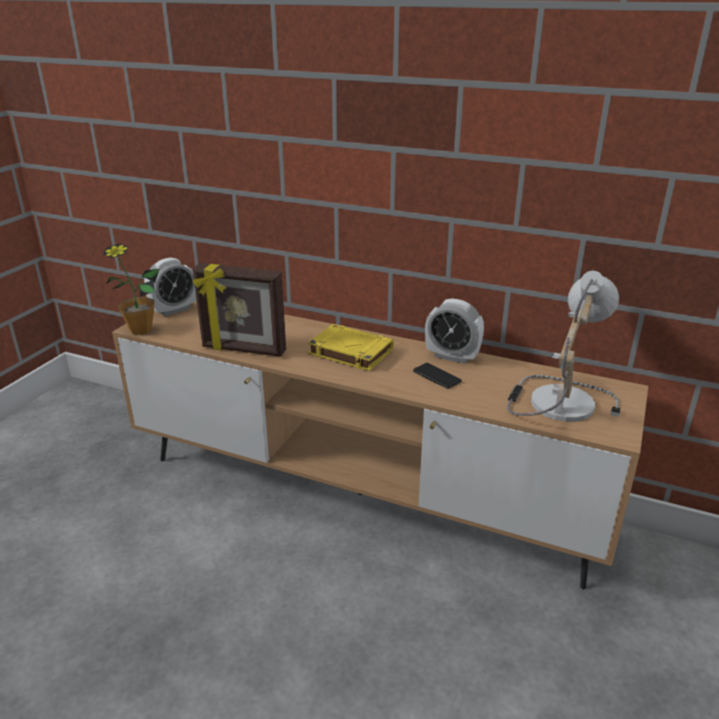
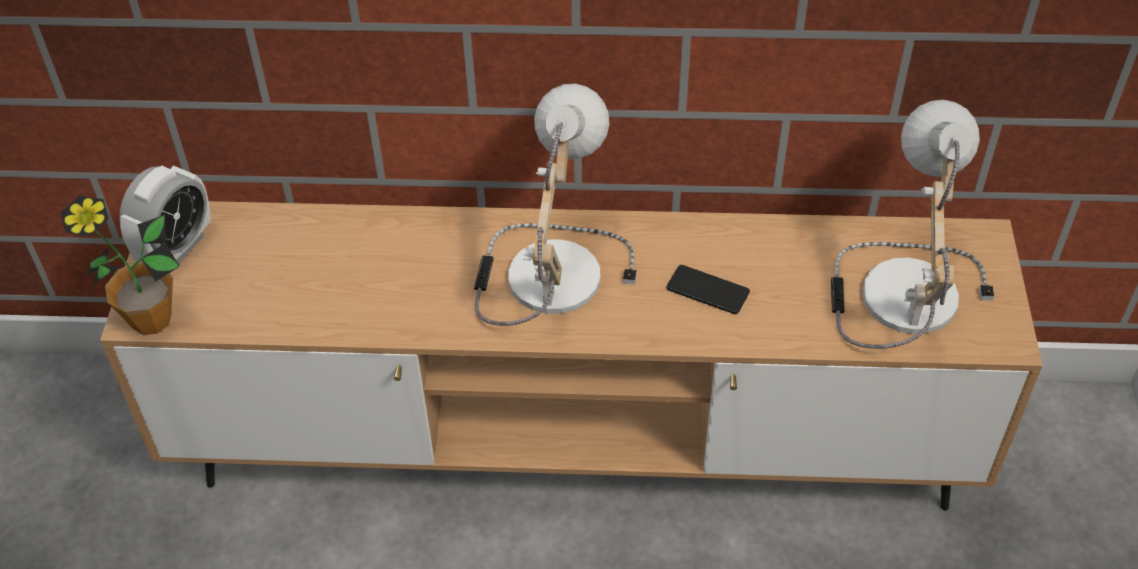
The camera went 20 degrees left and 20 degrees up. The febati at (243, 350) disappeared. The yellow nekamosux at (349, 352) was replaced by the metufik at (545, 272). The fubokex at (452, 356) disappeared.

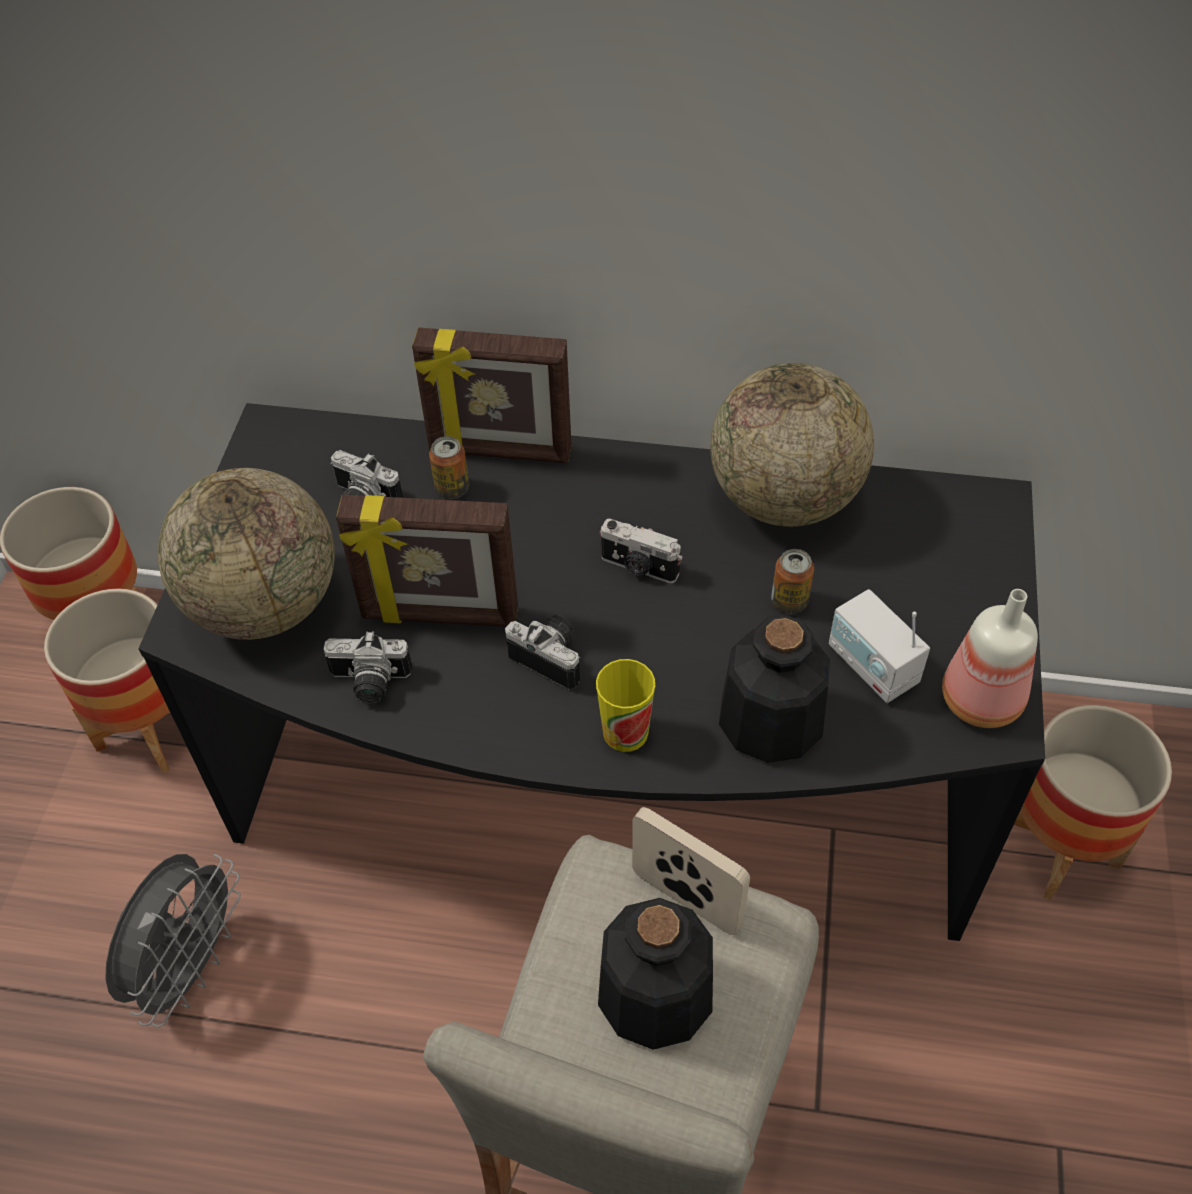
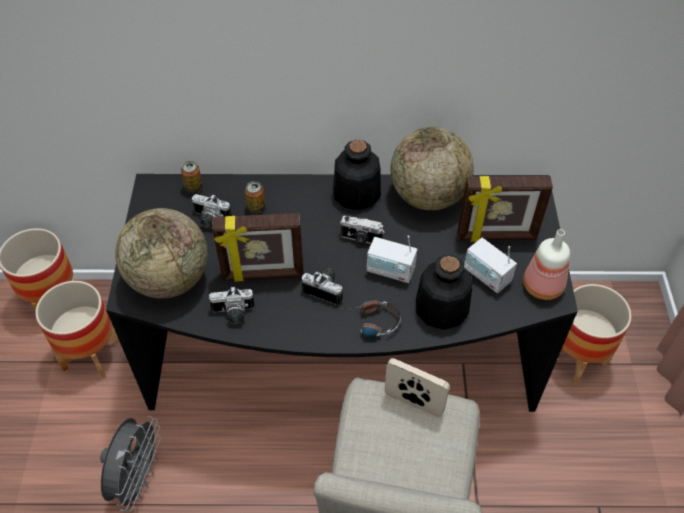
The camera went 10 degrees left and 0 degrees up. The febati moved from (500, 452) to (496, 236). The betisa at (625, 732) was replaced by the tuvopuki at (370, 323). The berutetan moved from (655, 994) to (356, 194). The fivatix moved from (789, 601) to (194, 188). The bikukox at (390, 271) appeared.

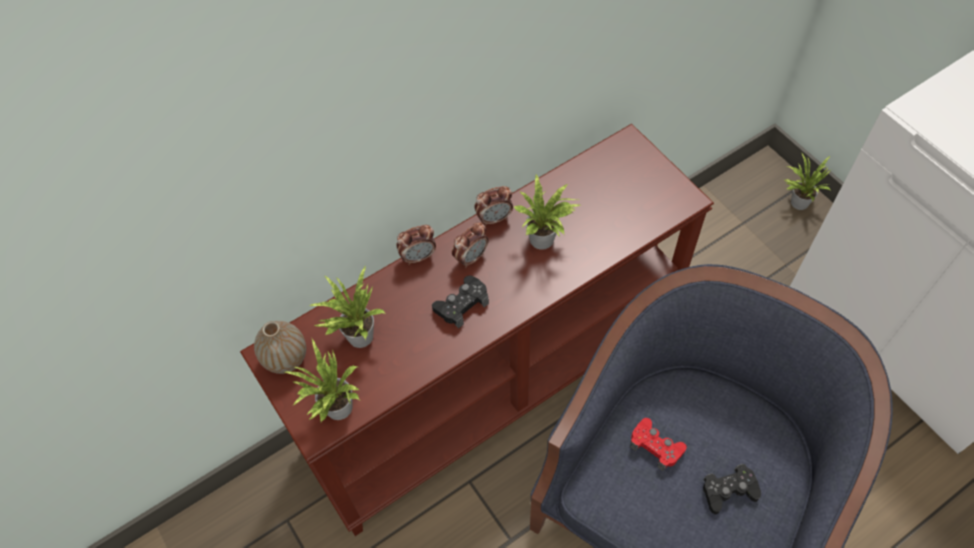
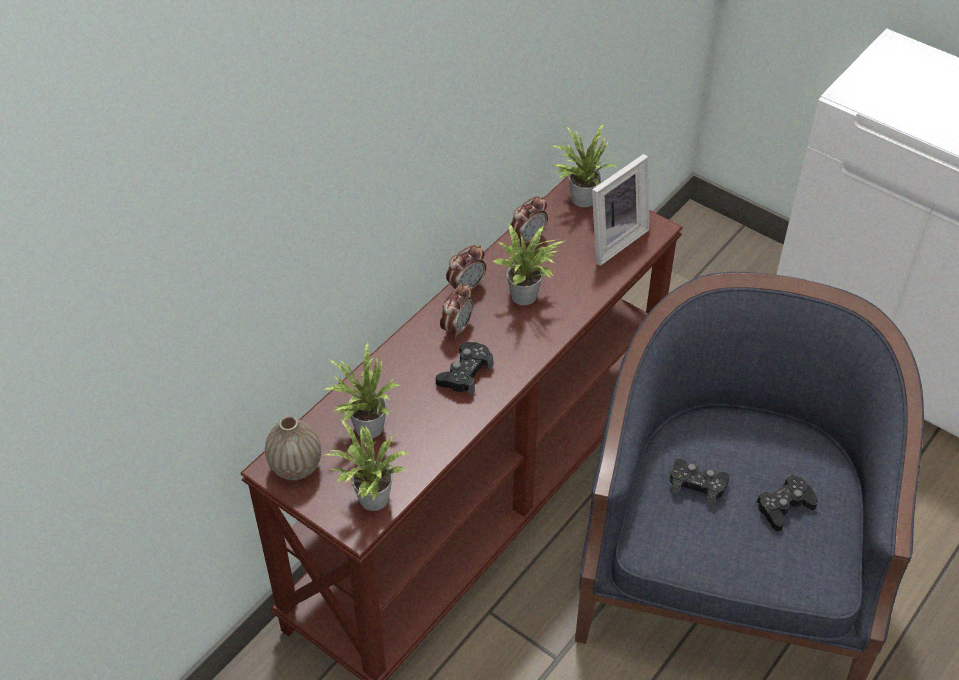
The camera went 20 degrees left and 10 degrees down. The fubokex moved from (418, 257) to (528, 238). The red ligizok at (656, 446) became the black ligizok at (697, 485). The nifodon moved from (797, 201) to (580, 198). The febati at (612, 239) appeared.

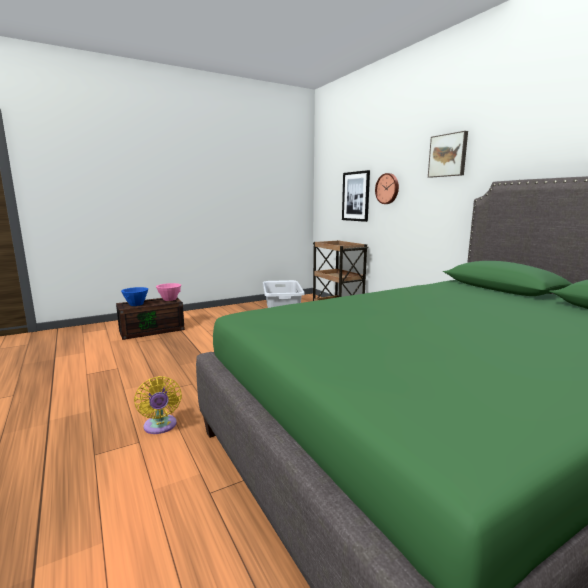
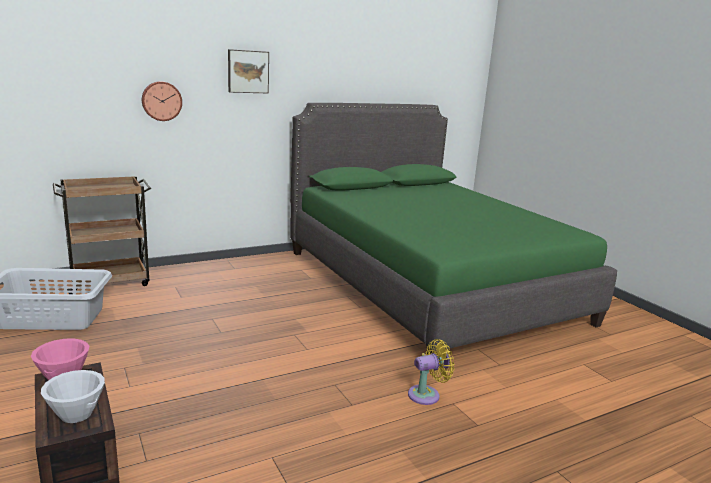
The camera went 90 degrees left and 5 degrees up. The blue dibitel at (136, 304) became the white dibitel at (77, 414). The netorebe at (356, 196) disappeared.

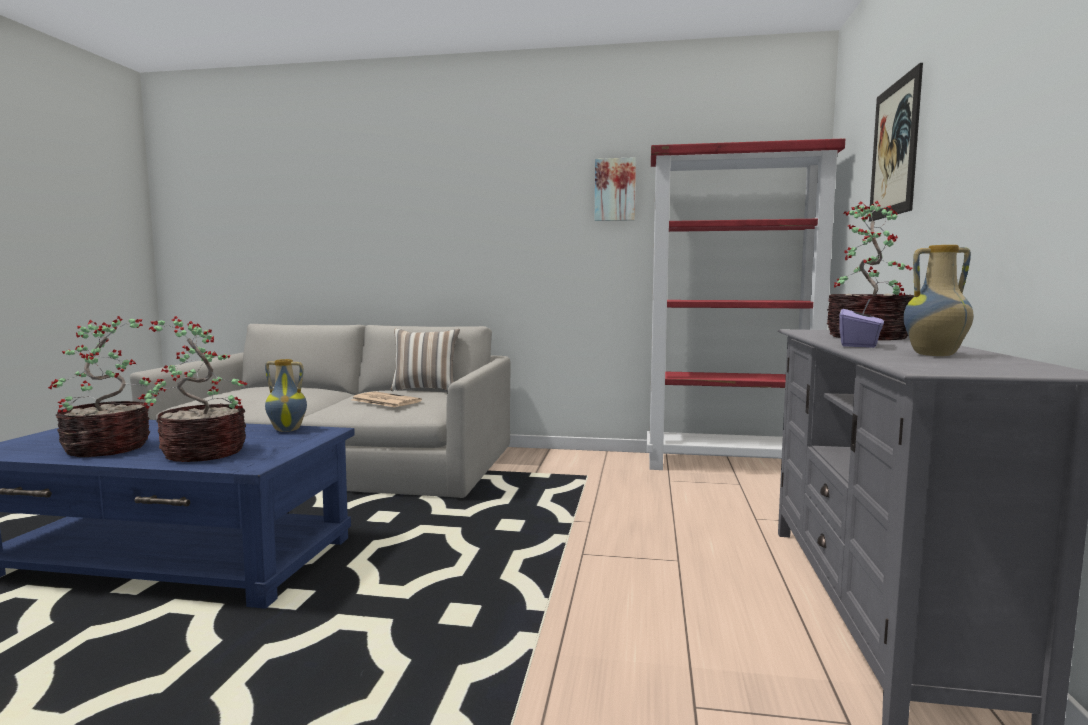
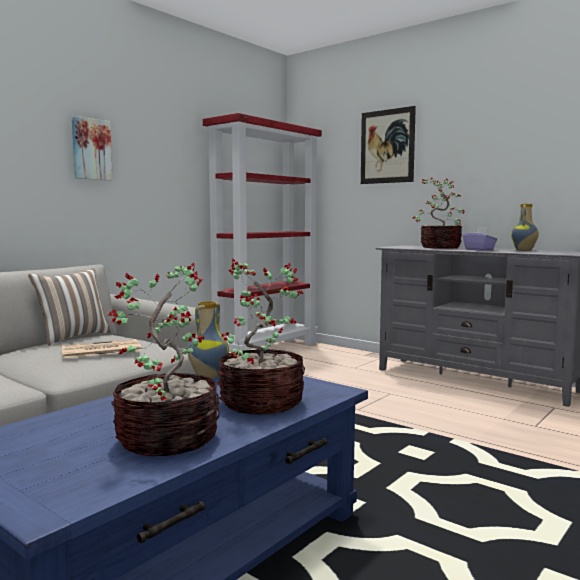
The camera went 60 degrees left and 0 degrees up. The netorebe moved from (615, 190) to (91, 149).

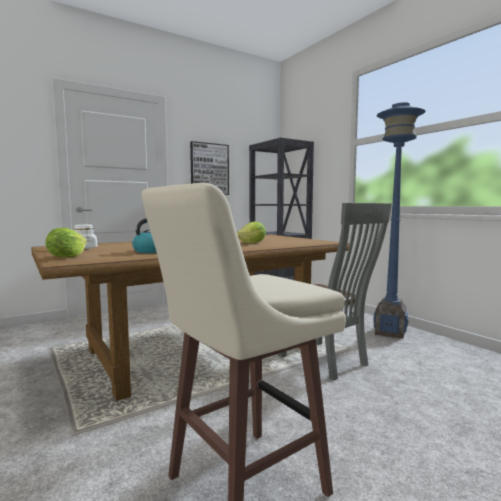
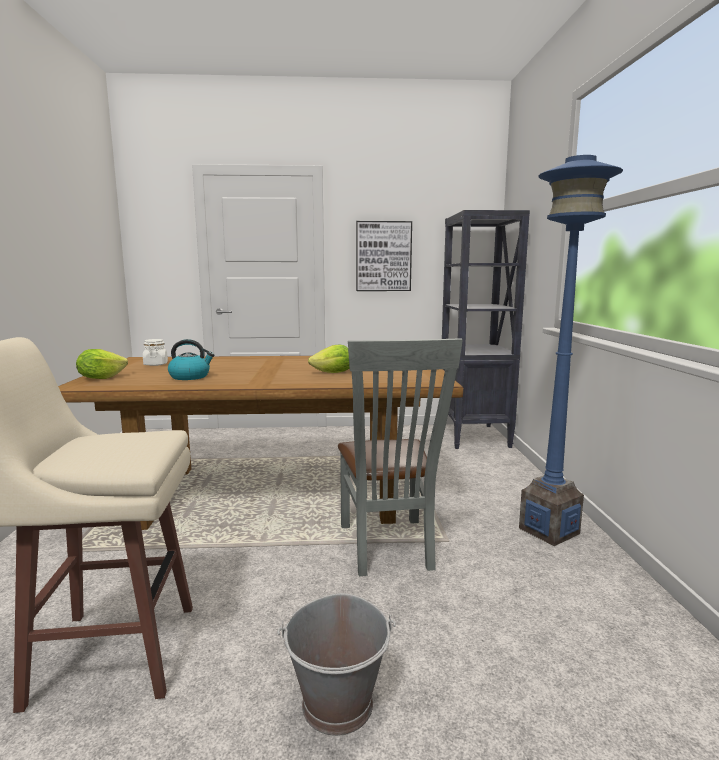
The camera went 30 degrees right and 5 degrees up. The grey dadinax at (338, 704) appeared.

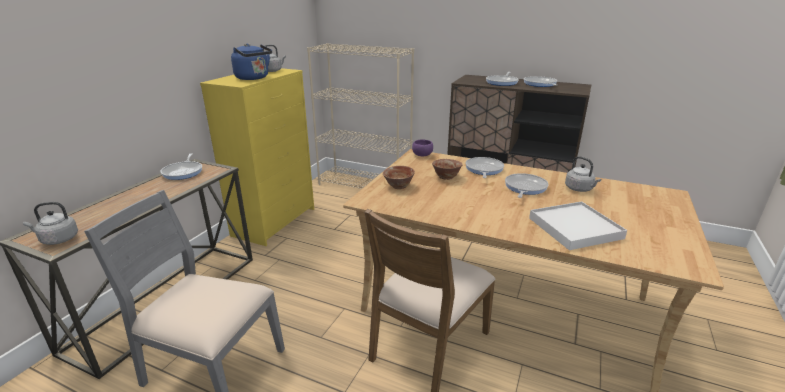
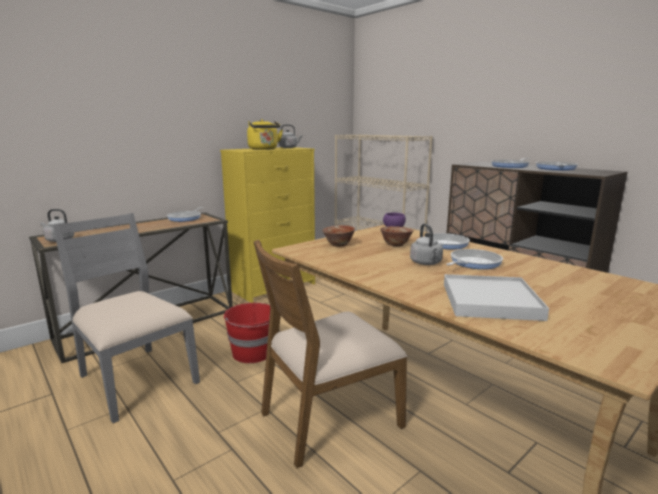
The camera went 25 degrees right and 10 degrees down. The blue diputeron at (254, 78) became the yellow diputeron at (264, 149). The grey diputeron moved from (580, 189) to (426, 263). The red dadinax at (253, 353) appeared.

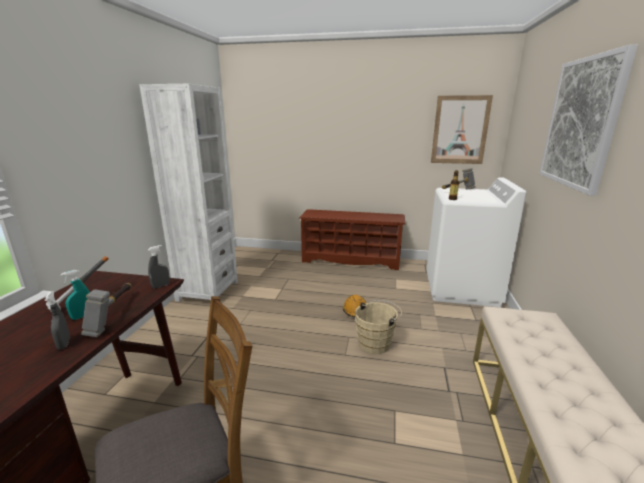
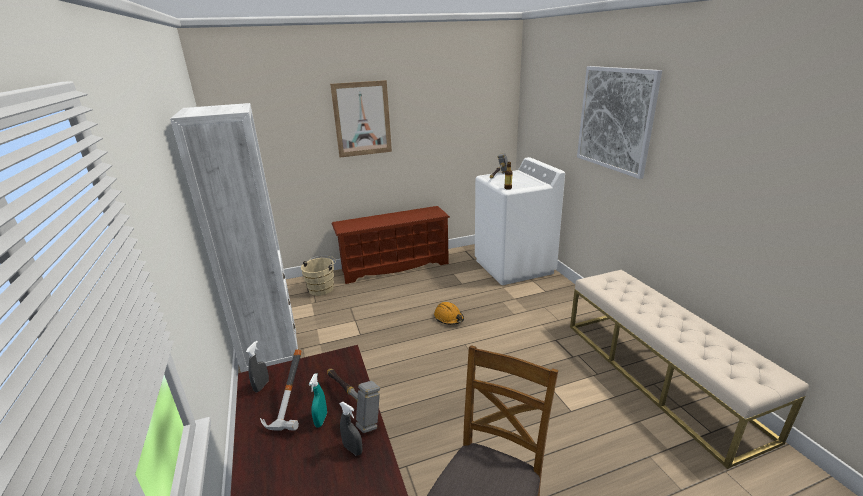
The camera went 30 degrees left and 5 degrees up. The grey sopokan moved from (161, 286) to (261, 386). The beige dadinax moved from (376, 343) to (322, 288). The netorebe moved from (460, 130) to (362, 119).

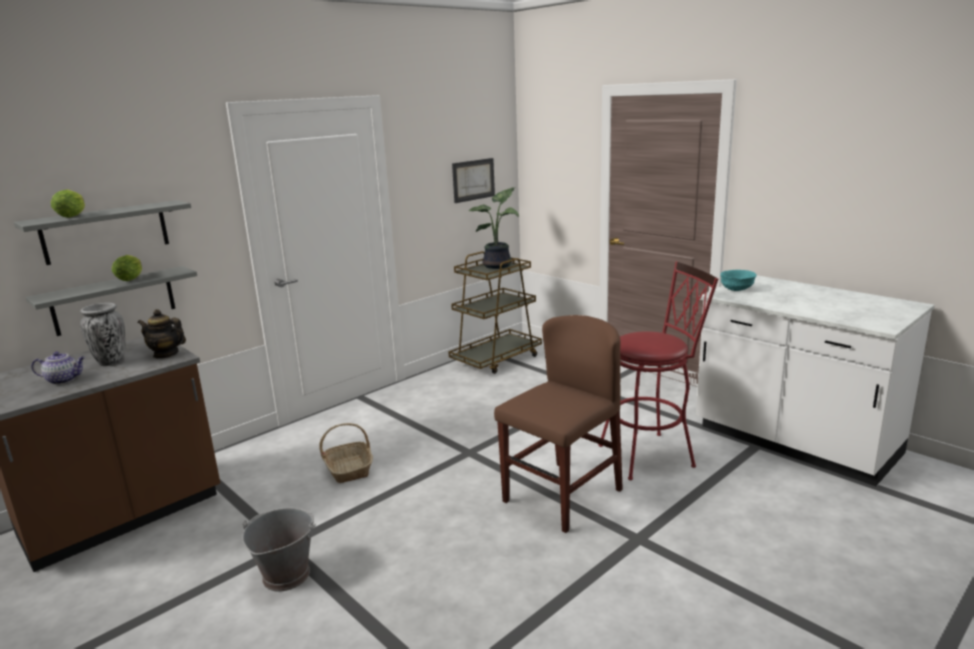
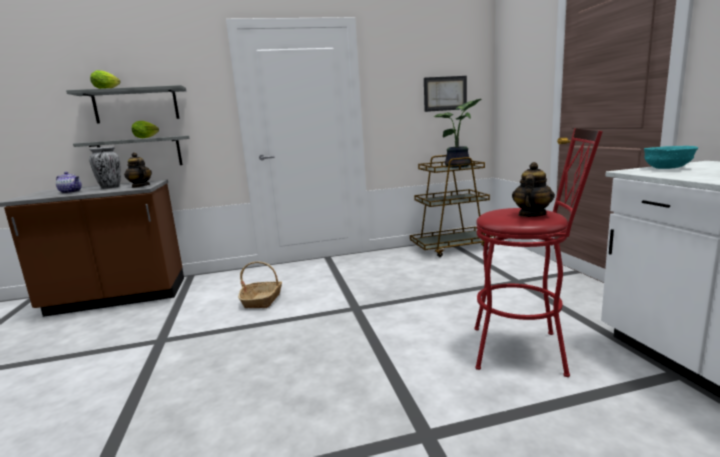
The camera went 30 degrees right and 5 degrees down. The grey dadinax at (285, 575) disappeared. The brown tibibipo at (562, 495) disappeared. The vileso at (531, 215) appeared.

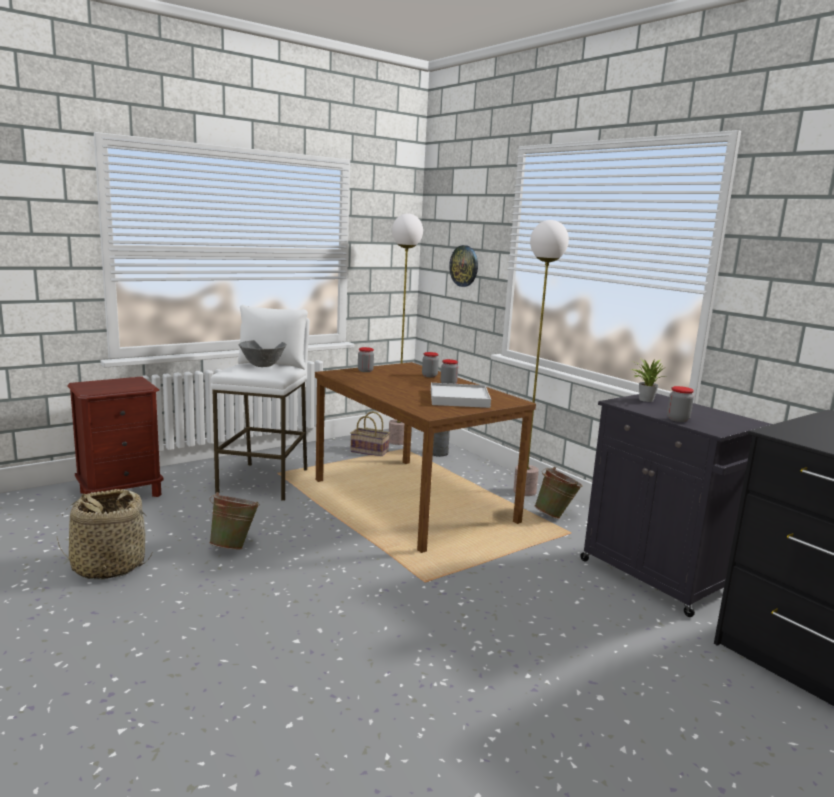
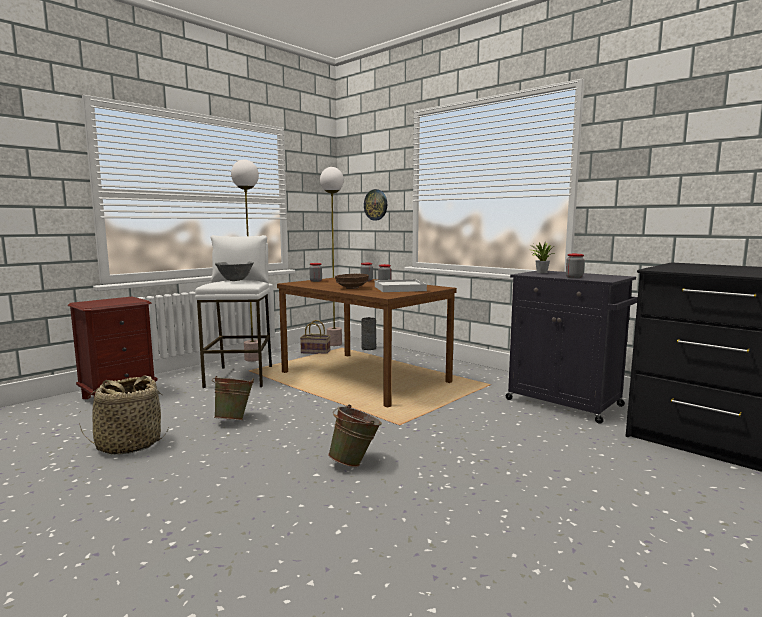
The camera went 10 degrees left and 5 degrees down. The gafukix moved from (525, 491) to (253, 359). The green dadinax moved from (556, 516) to (355, 463). The brown dibitel at (352, 288) appeared.

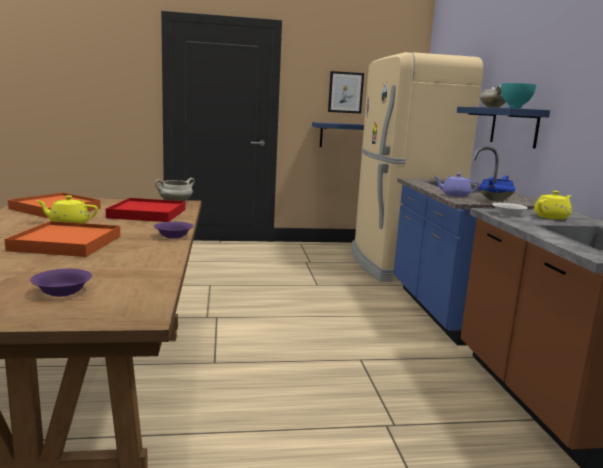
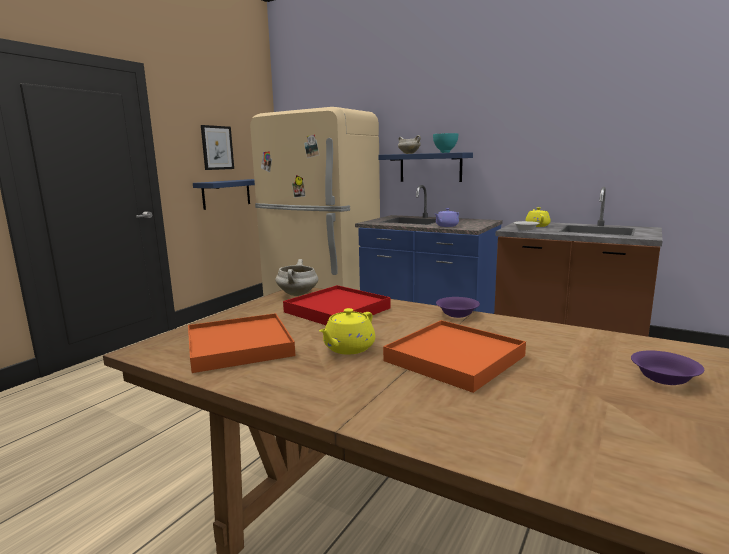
The camera went 50 degrees left and 0 degrees up. The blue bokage at (495, 201) disappeared.

